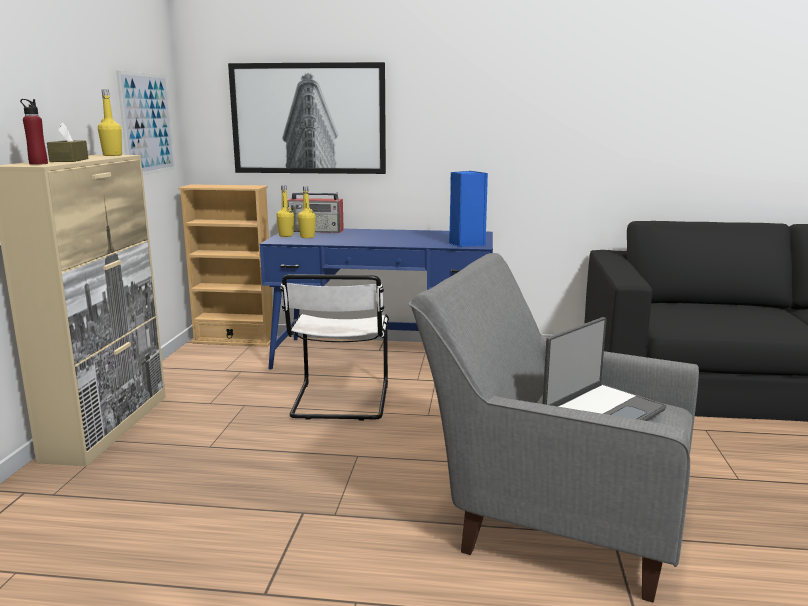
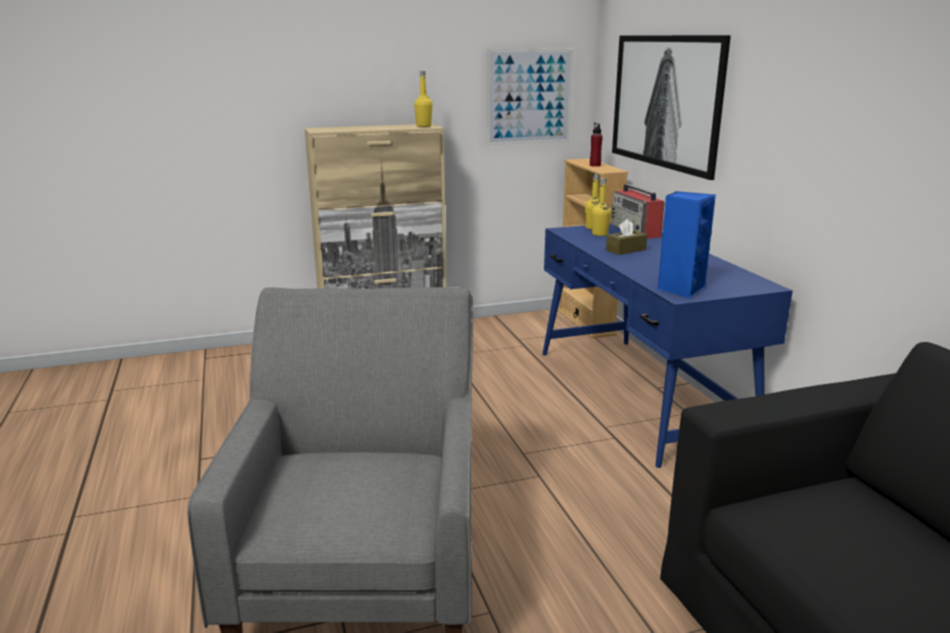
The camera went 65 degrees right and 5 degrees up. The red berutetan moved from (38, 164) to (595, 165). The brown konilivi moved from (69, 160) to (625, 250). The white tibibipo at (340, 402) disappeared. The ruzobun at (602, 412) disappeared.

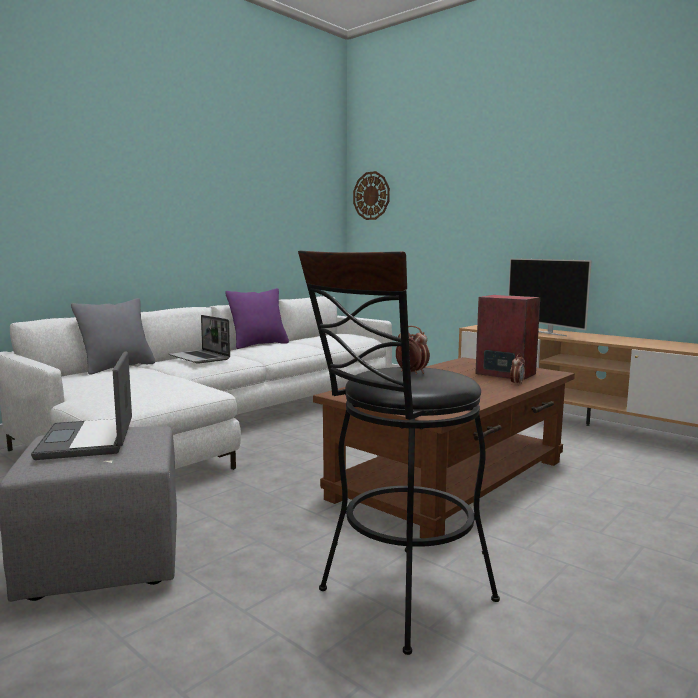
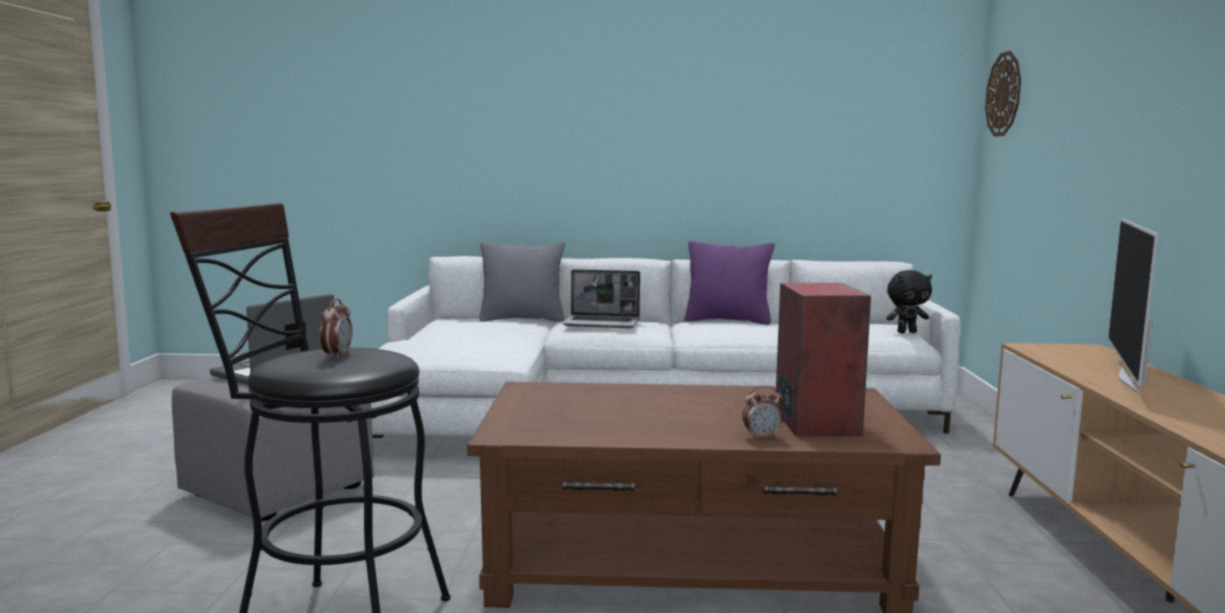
The camera went 50 degrees right and 0 degrees up. The ruzobun at (200, 358) turned 90 degrees counterclockwise. The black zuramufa at (906, 332) appeared.

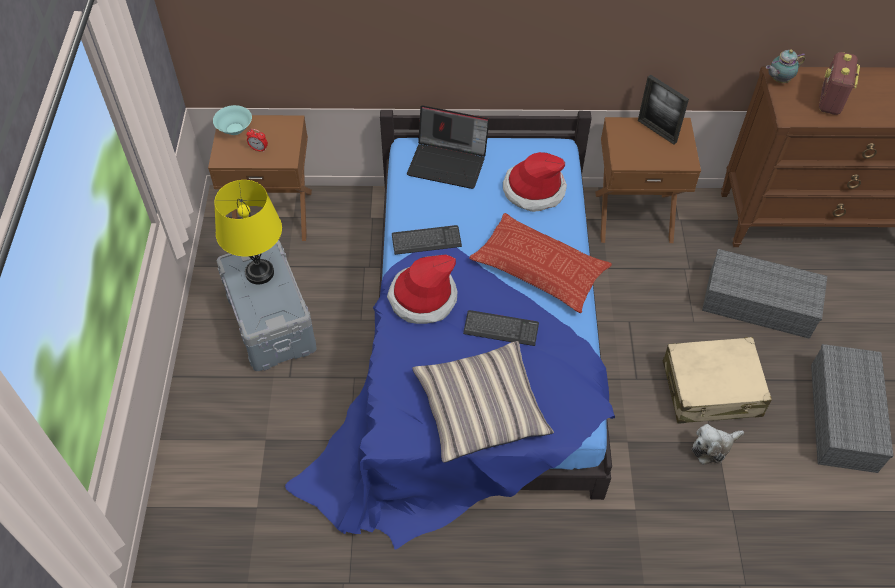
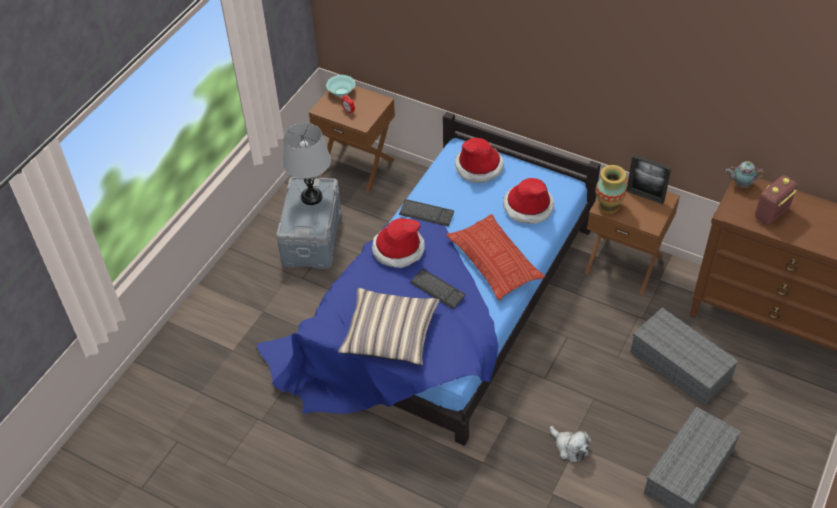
The camera went 30 degrees right and 5 degrees down. The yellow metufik at (259, 273) became the grey metufik at (311, 197). The ruzobun at (449, 162) was replaced by the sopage at (479, 167). The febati at (657, 131) turned 45 degrees counterclockwise. The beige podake at (711, 389) disappeared. The zuramufa at (713, 447) turned 135 degrees counterclockwise. The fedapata at (608, 206) appeared.

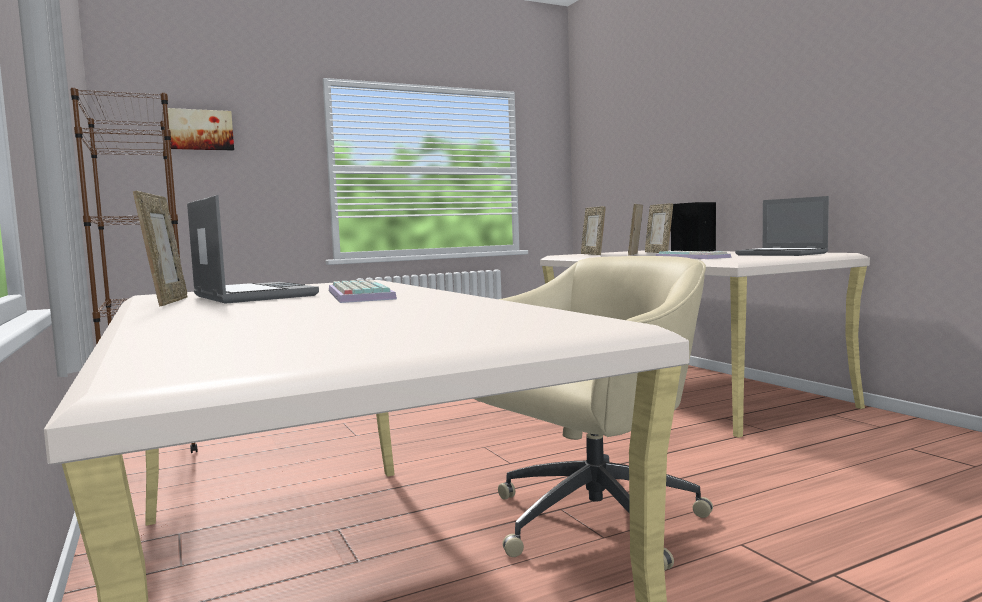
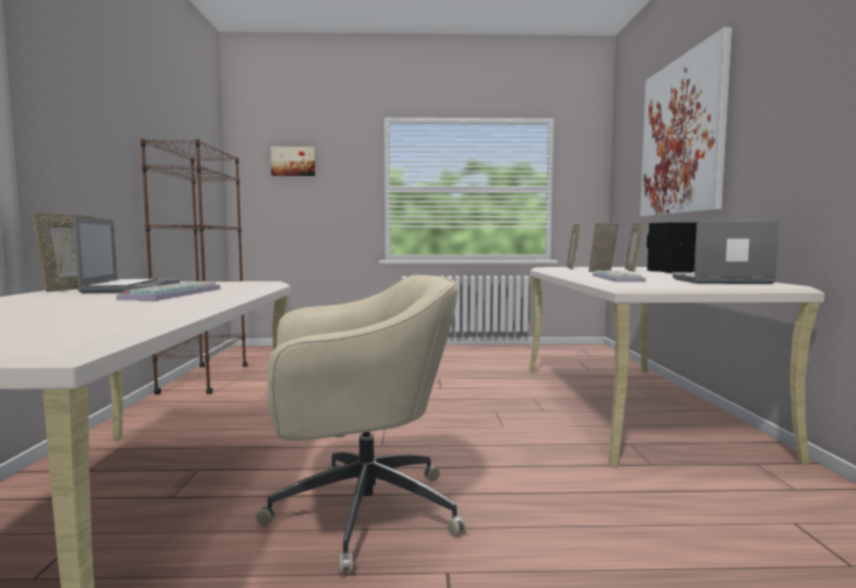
The camera went 25 degrees right and 0 degrees up. The ruzobun at (782, 254) turned 105 degrees clockwise. The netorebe at (682, 136) appeared.

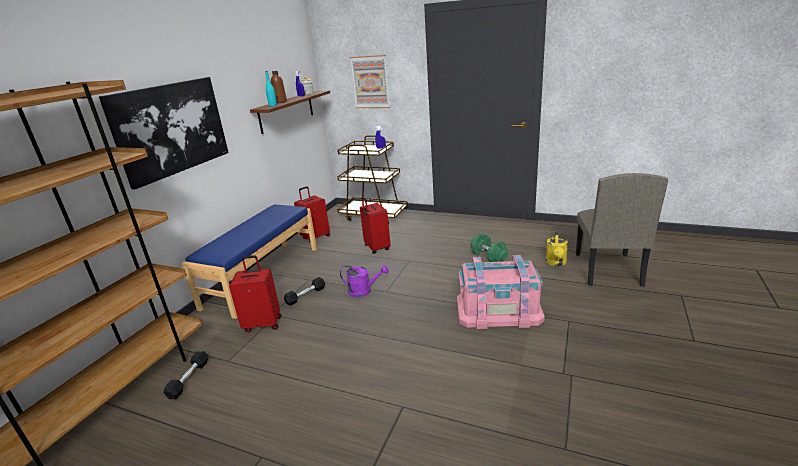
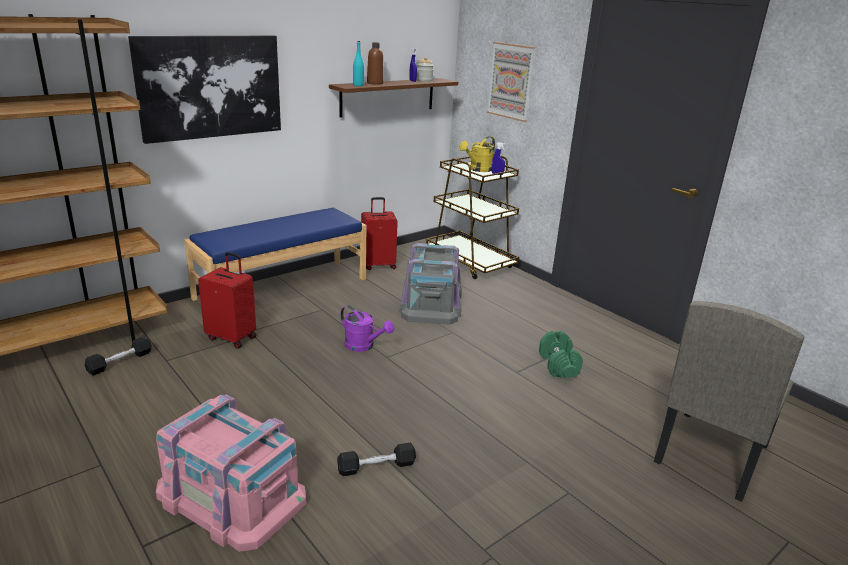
The camera went 25 degrees right and 0 degrees up. The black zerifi moved from (306, 295) to (376, 467). The red podake at (376, 248) was replaced by the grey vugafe at (430, 303). The pink vugafe moved from (498, 310) to (232, 495). The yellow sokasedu moved from (556, 263) to (478, 170).

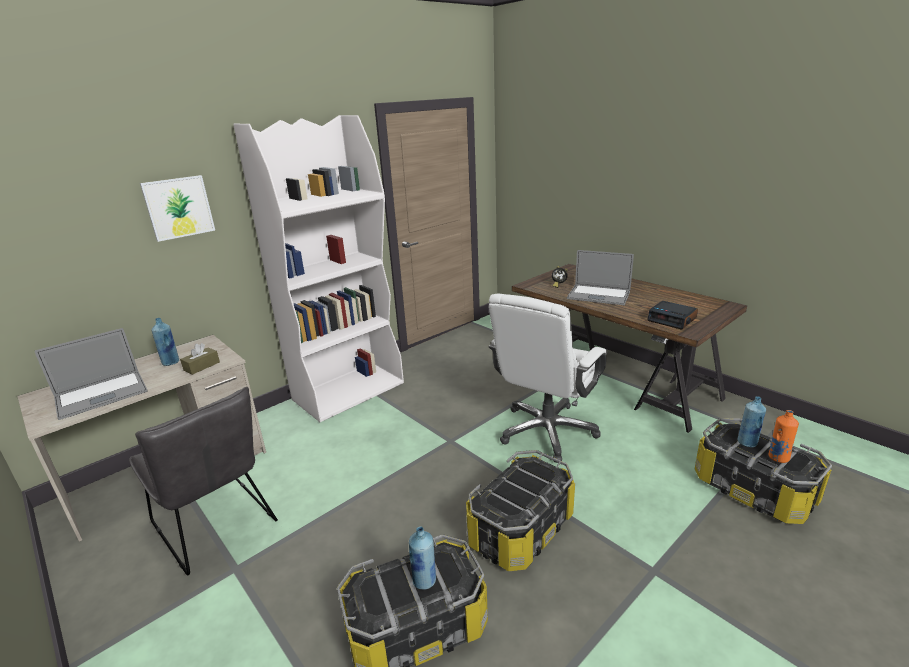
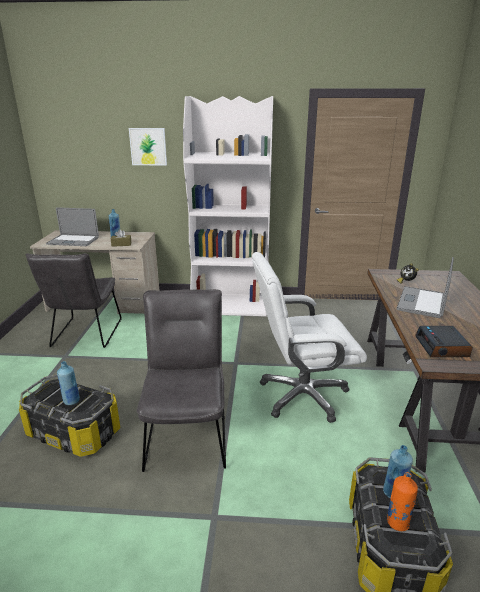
The camera went 45 degrees right and 0 degrees up. The vugafe at (520, 529) was replaced by the grey tibibipo at (187, 432). The ruzobun at (598, 295) turned 45 degrees clockwise.

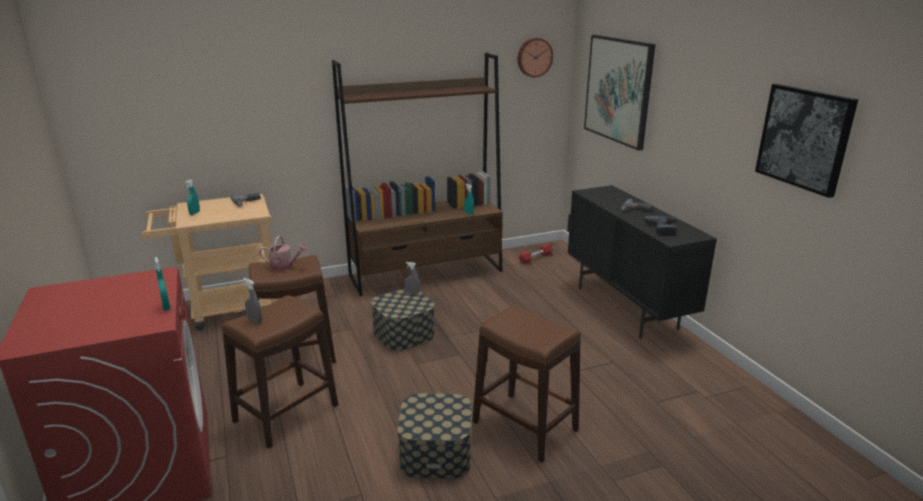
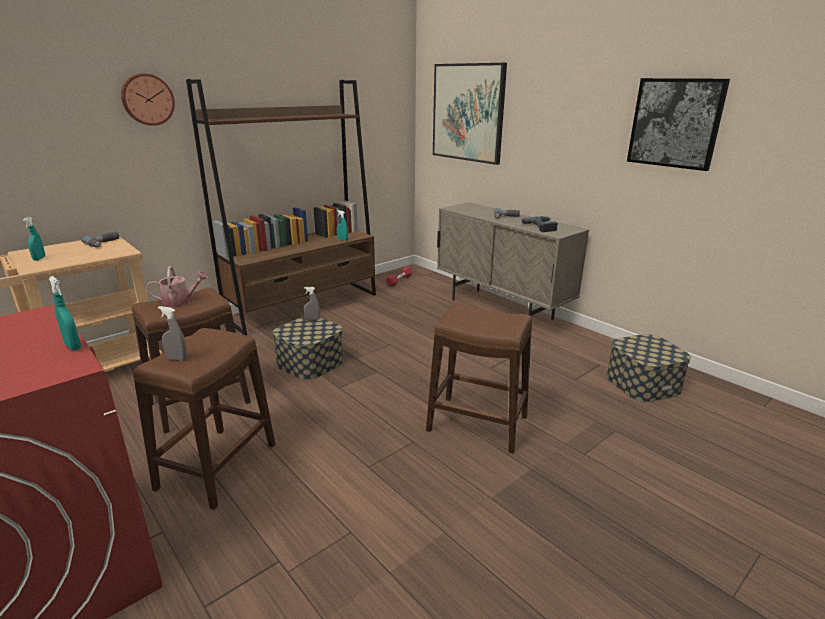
The camera went 20 degrees left and 0 degrees up. The vugafe moved from (436, 453) to (642, 383). The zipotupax moved from (534, 57) to (147, 99). The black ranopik at (626, 308) became the beige ranopik at (501, 309).

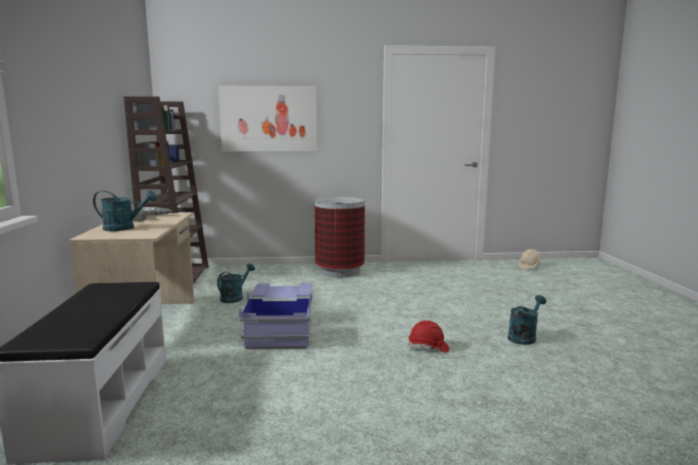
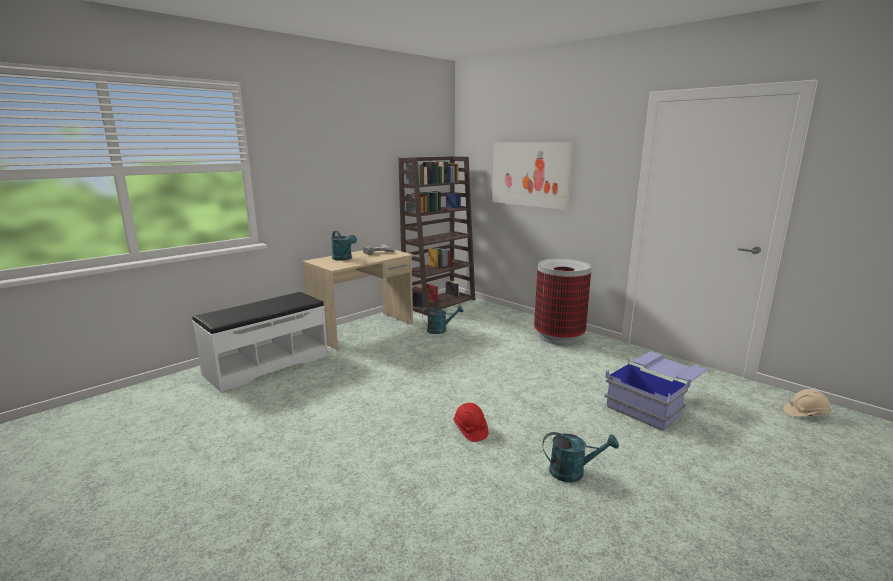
The camera went 50 degrees right and 5 degrees up. The blue vugafe moved from (281, 331) to (653, 404).

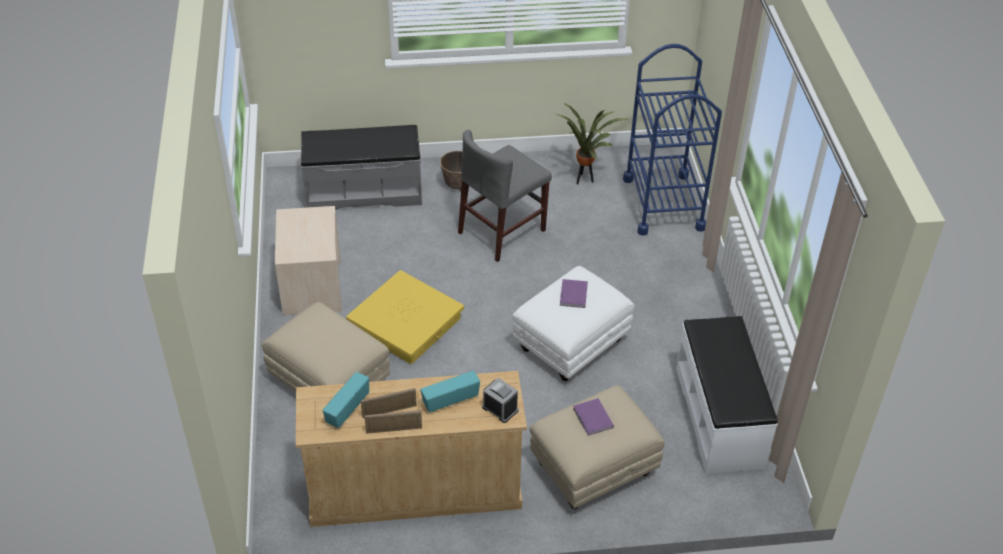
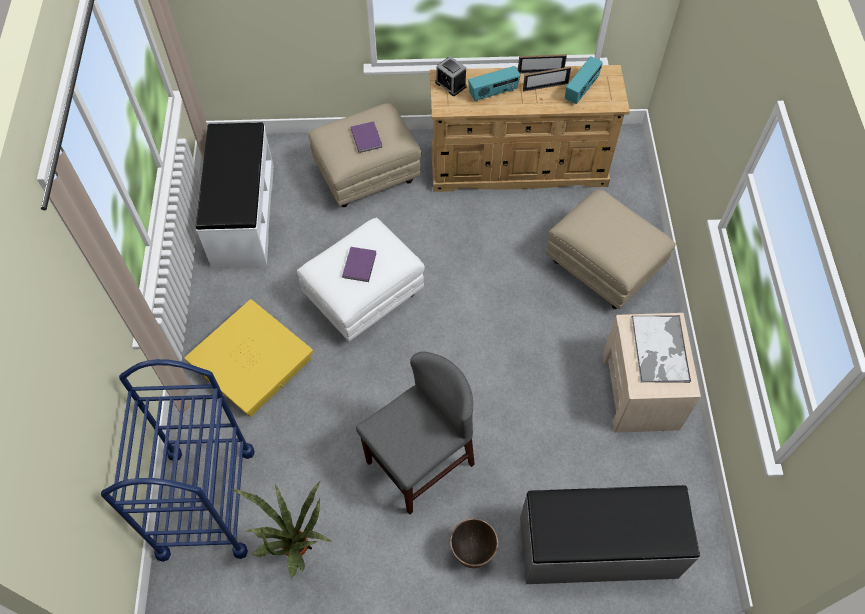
The camera went 175 degrees left and 15 degrees up. The yellow vugafe moved from (405, 324) to (252, 362). The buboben at (660, 350) appeared.

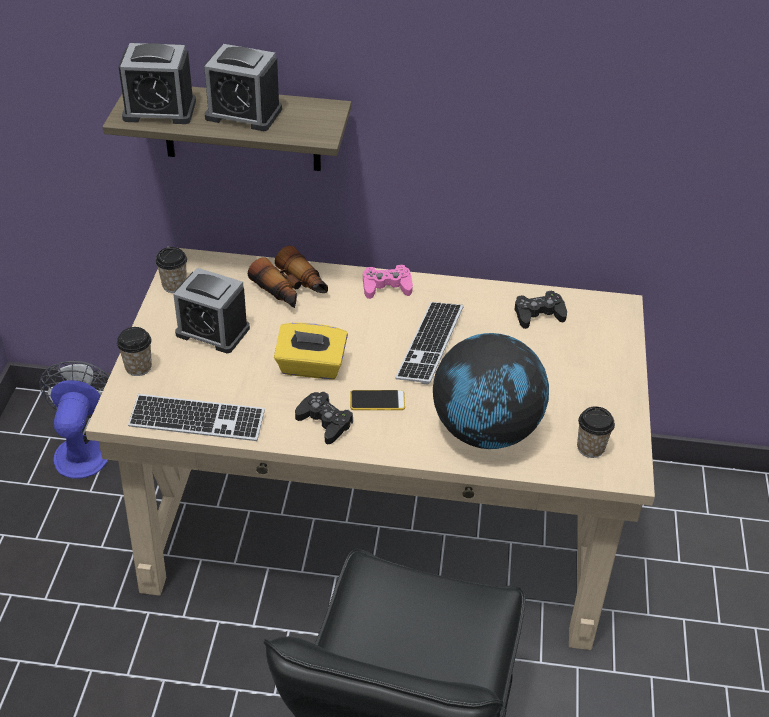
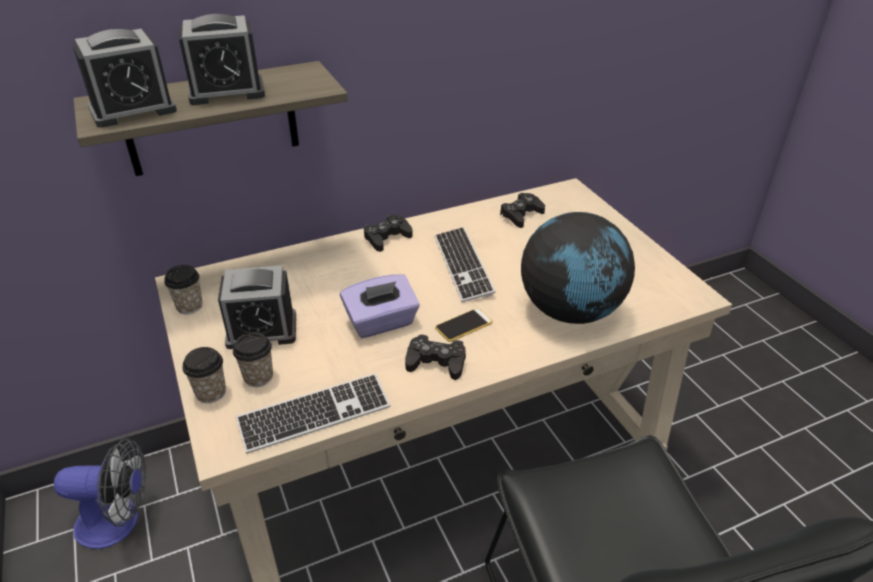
The camera went 30 degrees left and 5 degrees down. The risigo at (84, 448) turned 120 degrees clockwise. The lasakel at (291, 290) disappeared. The yellow konilivi at (311, 367) became the purple konilivi at (381, 323). The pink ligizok at (386, 287) became the black ligizok at (387, 237). The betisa moved from (590, 448) to (258, 377).

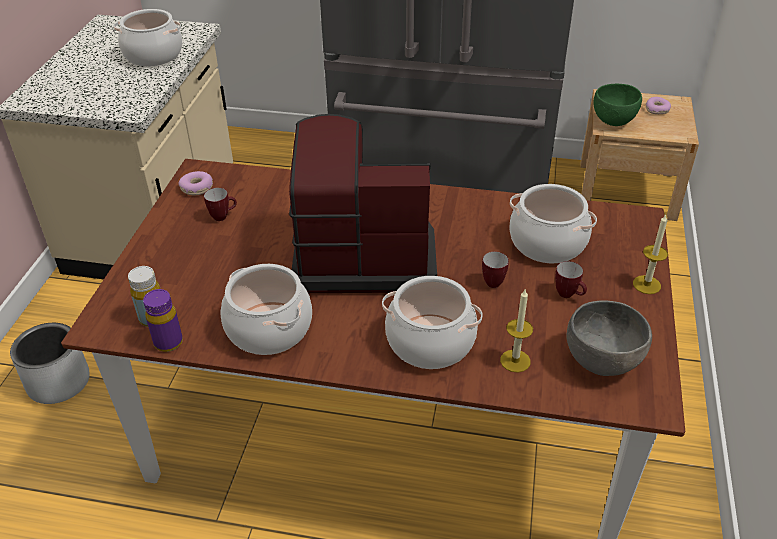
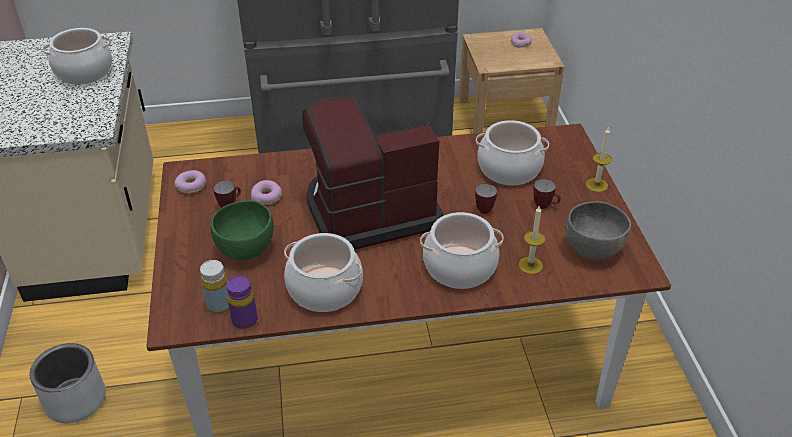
The camera went 20 degrees left and 0 degrees up. The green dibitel moved from (613, 121) to (246, 250). The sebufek at (267, 197) appeared.

